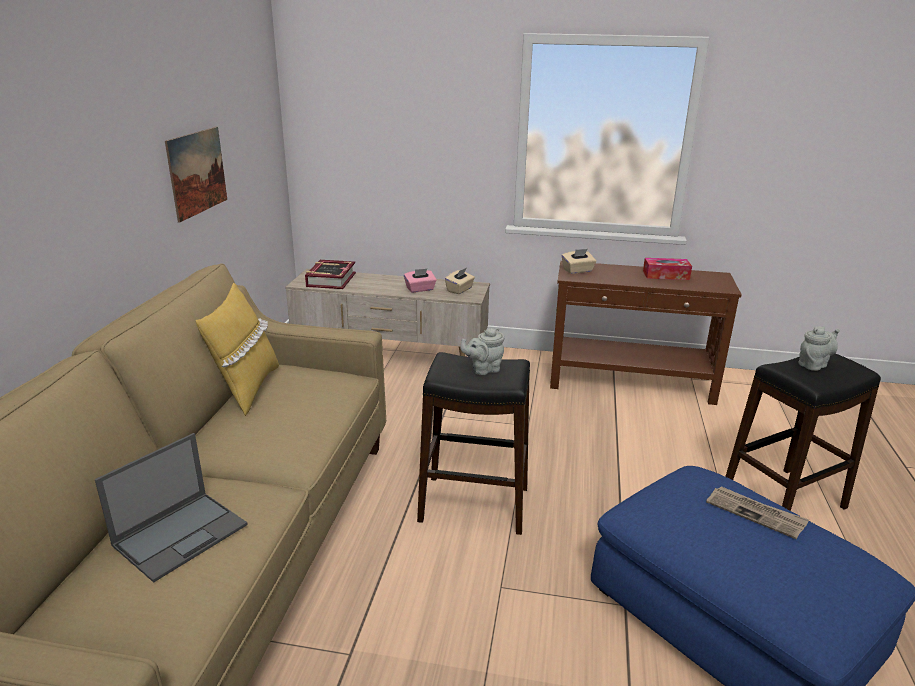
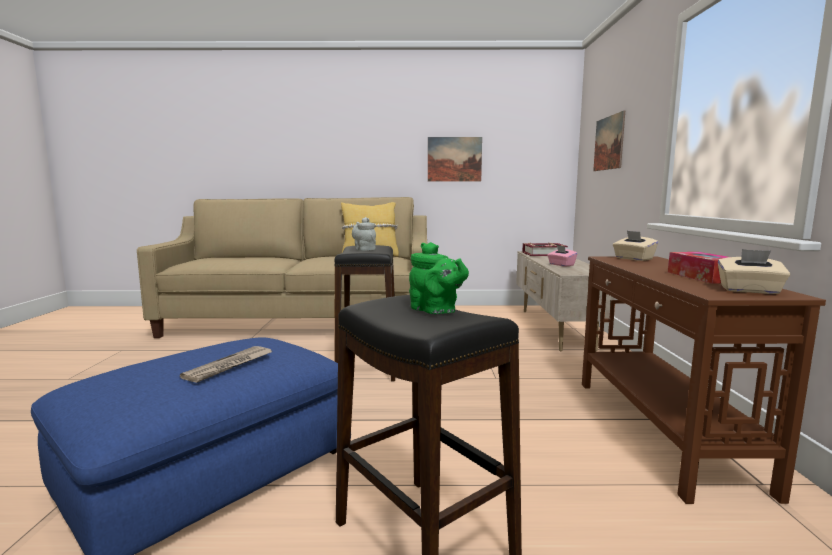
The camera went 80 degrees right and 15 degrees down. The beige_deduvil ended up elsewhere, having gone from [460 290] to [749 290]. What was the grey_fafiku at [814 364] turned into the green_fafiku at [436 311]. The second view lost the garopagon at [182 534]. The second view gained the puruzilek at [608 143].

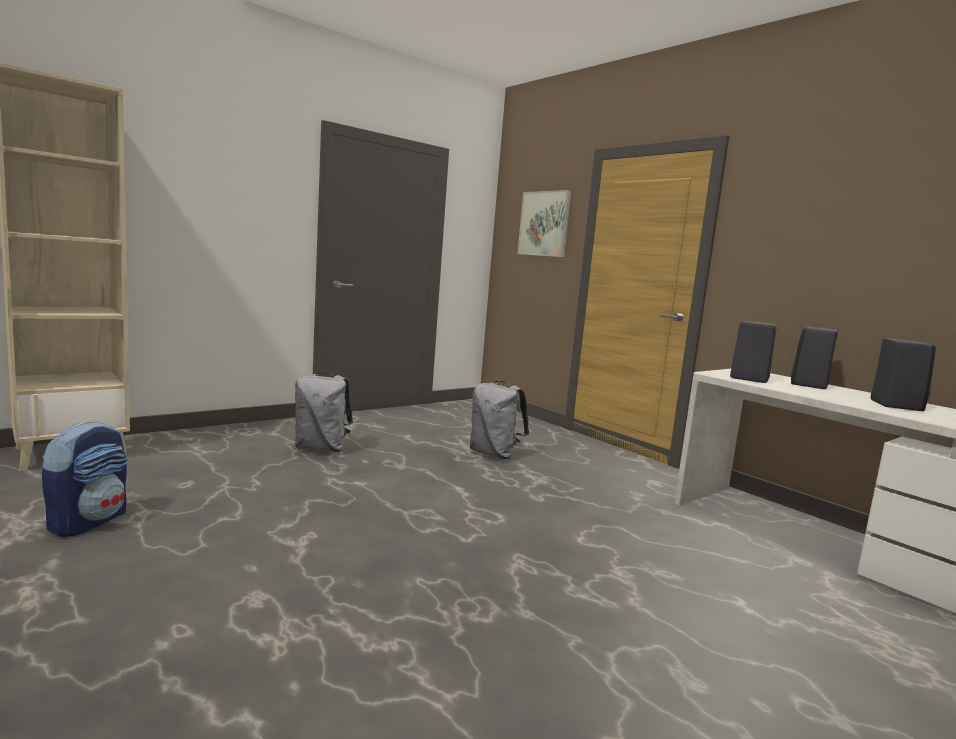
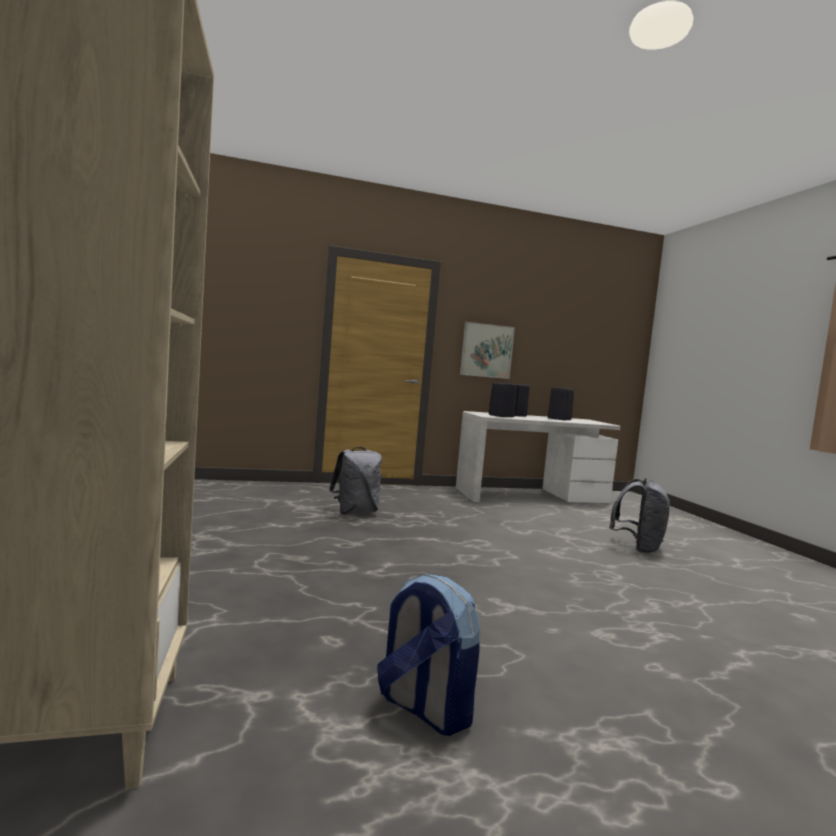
The camera went 65 degrees left and 5 degrees down. The puruzilek ended up elsewhere, having gone from [544 223] to [487 350]. The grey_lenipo ended up elsewhere, having gone from [321 449] to [638 547].

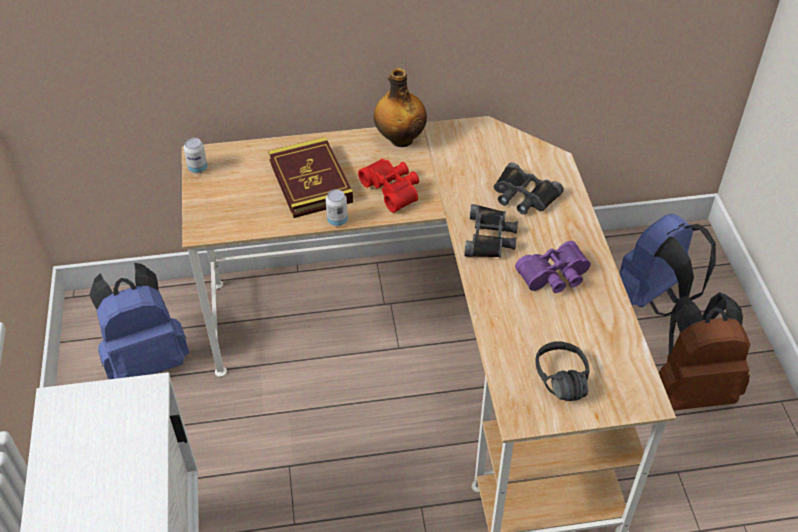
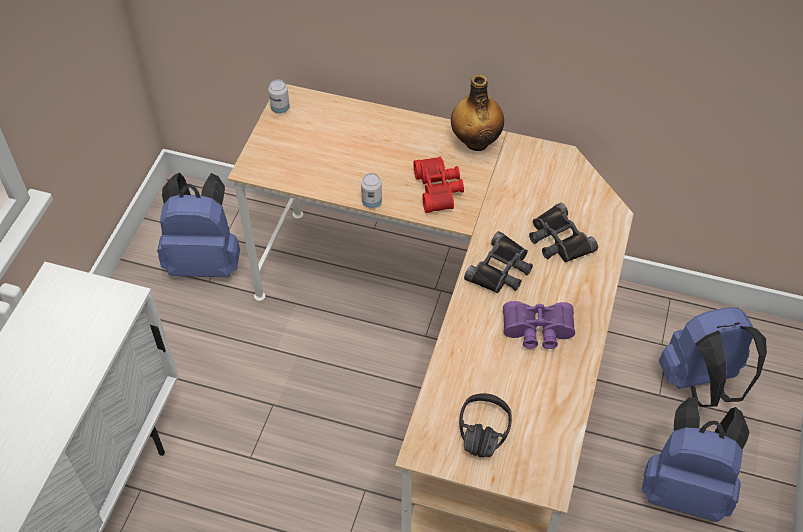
The camera went 25 degrees right and 5 degrees up. The second view lost the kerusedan at [310 181]. What was the brown_lenipo at [691 388] turned into the blue_lenipo at [685 488].

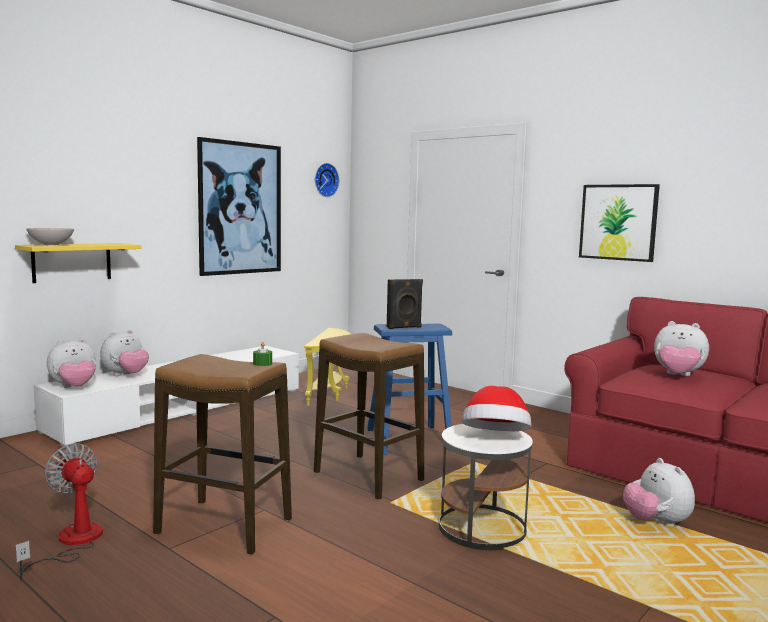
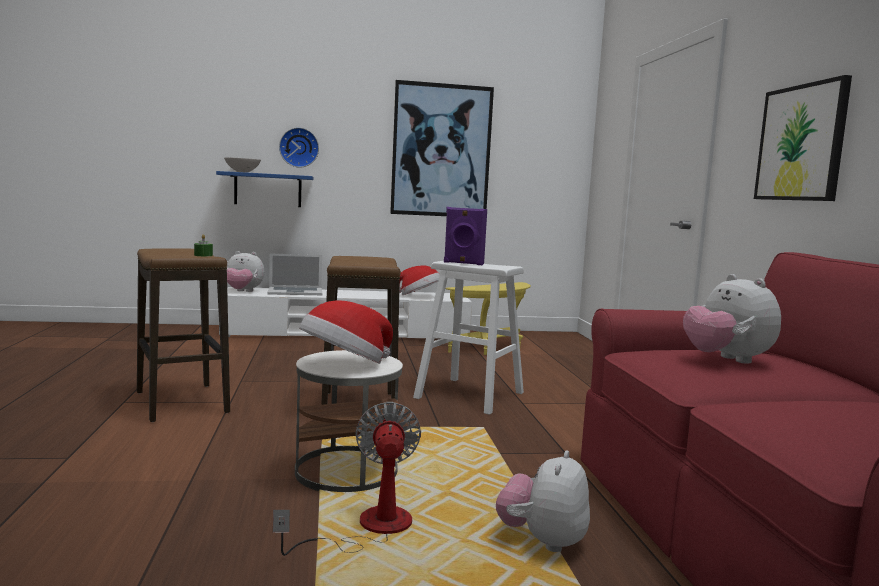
The camera went 40 degrees right and 0 degrees up. The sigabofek ended up elsewhere, having gone from [325 180] to [299 147]. What was the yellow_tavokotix at [72 262] turned into the blue_tavokotix at [268 190]. What was the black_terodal at [404 327] turned into the purple_terodal at [463 263]. What was the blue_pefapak at [409 439] turned into the white_pefapak at [470 395]. Where the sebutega stood at [125 375], the garopagon came to stand at [295 291]. The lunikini ended up elsewhere, having gone from [71 543] to [369 529]. The second view gained the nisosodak at [418 296].

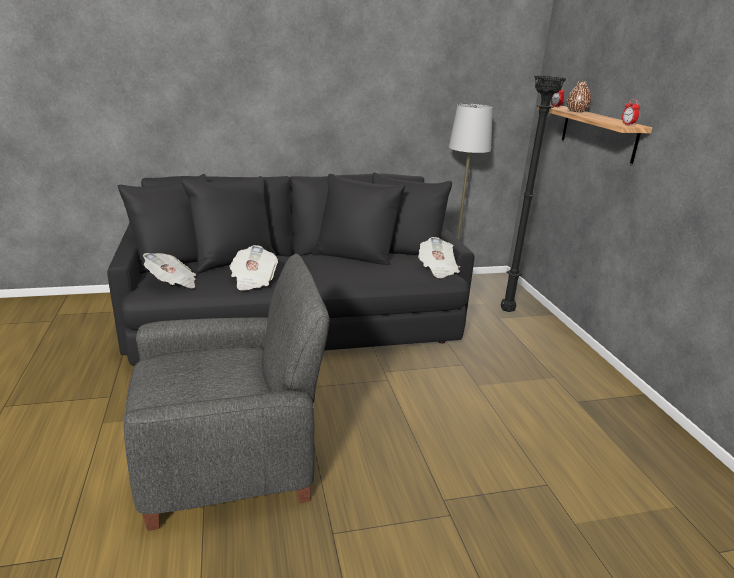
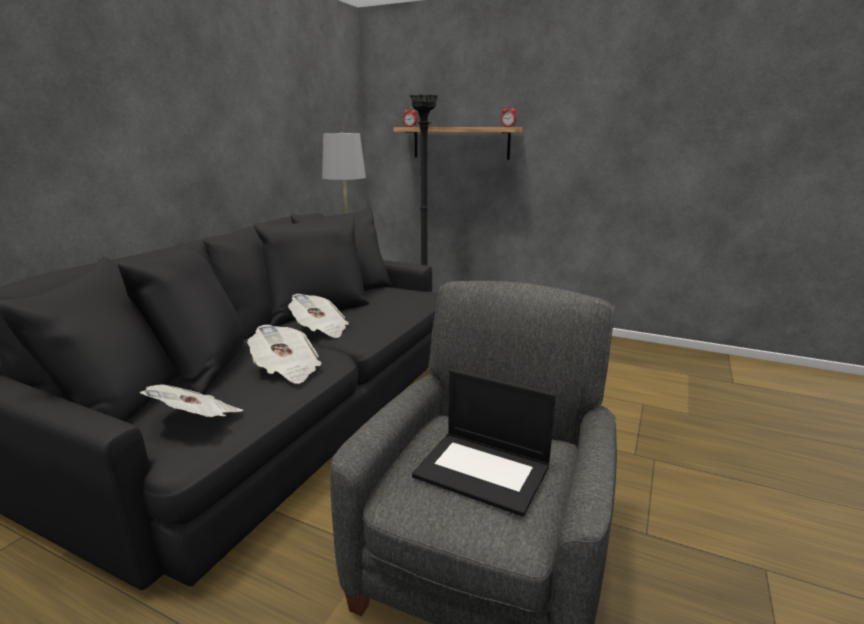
The camera went 50 degrees left and 5 degrees down. The second view lost the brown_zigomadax at [576 111]. The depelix ended up elsewhere, having gone from [438 269] to [320 330]. The second view gained the garopagon at [484 471].

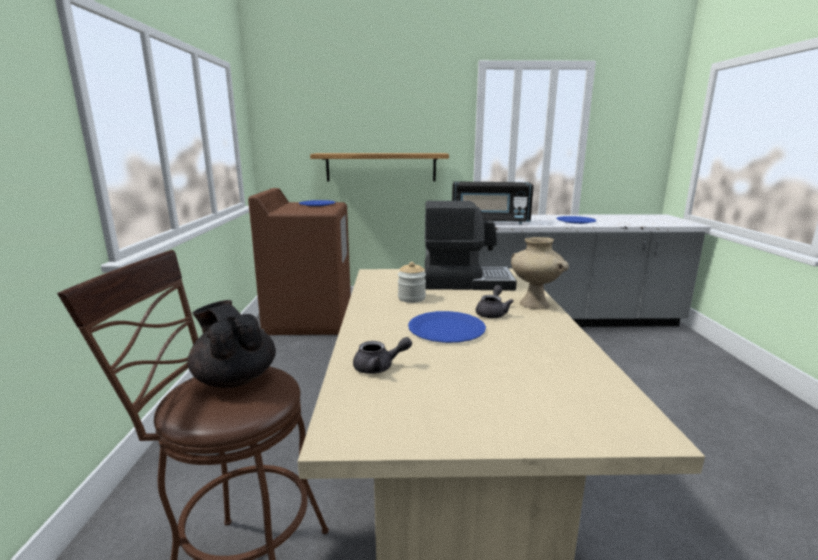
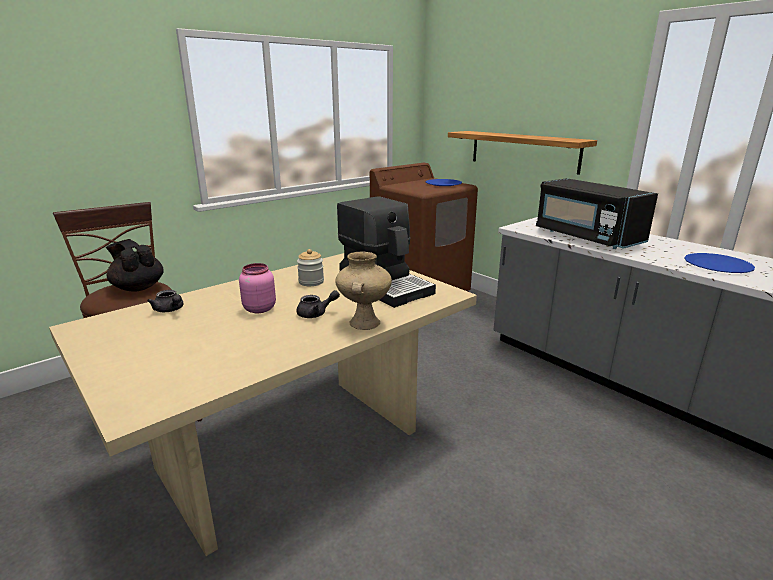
The camera went 50 degrees right and 5 degrees up. The black_fafiku at [235 378] ended up facing another way, 60 degrees counterclockwise from before. Where the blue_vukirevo stood at [446 329], the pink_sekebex came to stand at [258 309].

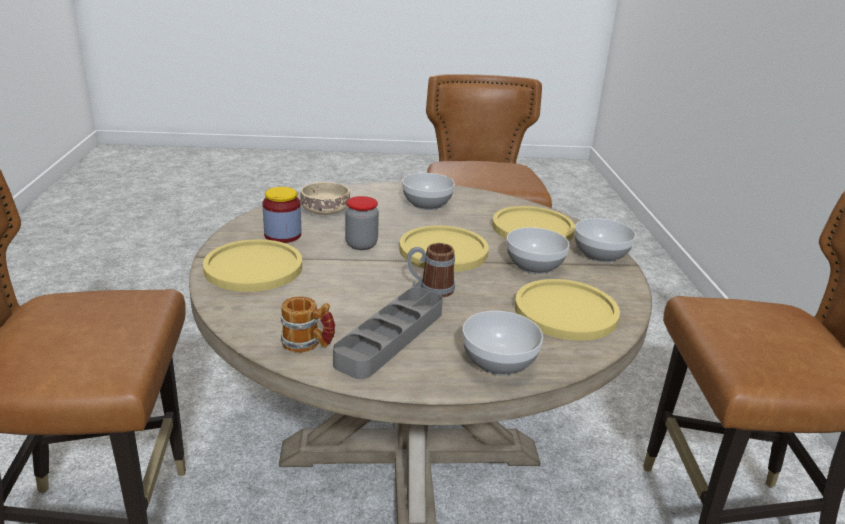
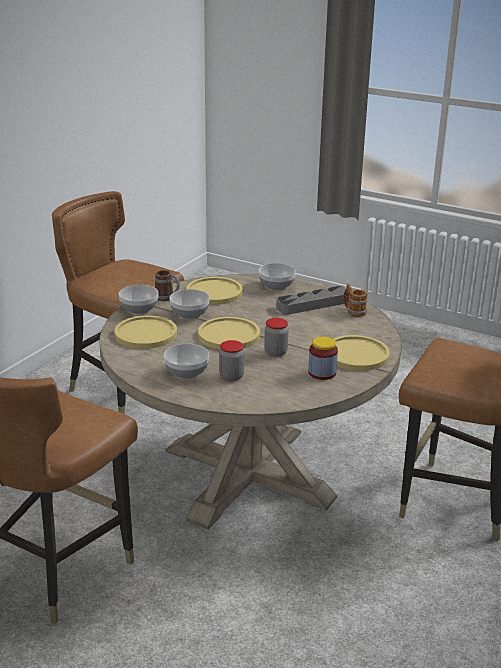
The camera went 145 degrees left and 0 degrees up. The second view lost the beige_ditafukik at [325 210]. The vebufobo ended up elsewhere, having gone from [430 289] to [167 298]. The second view gained the sekebex at [231 376].

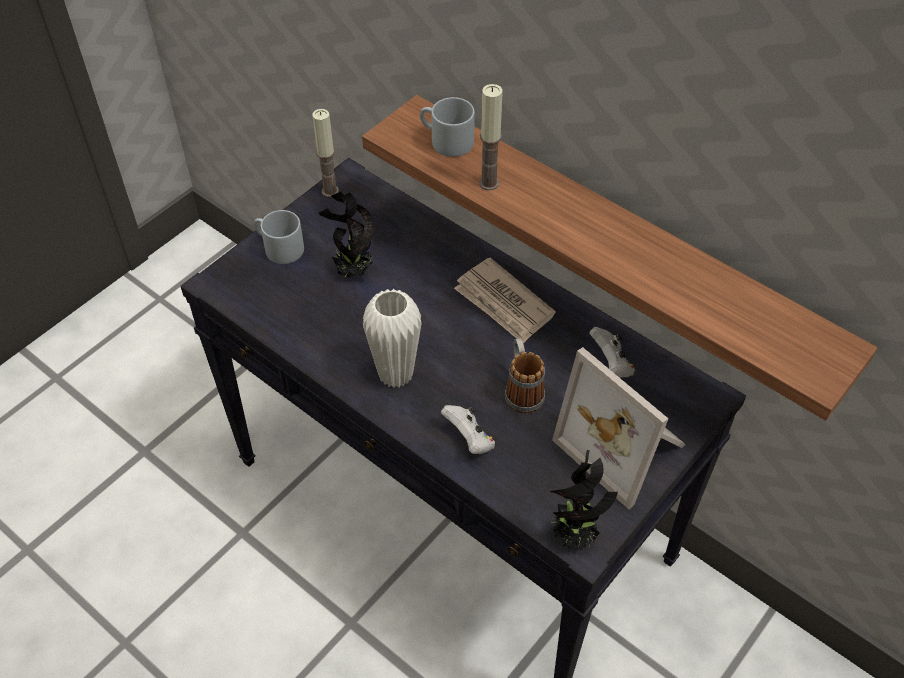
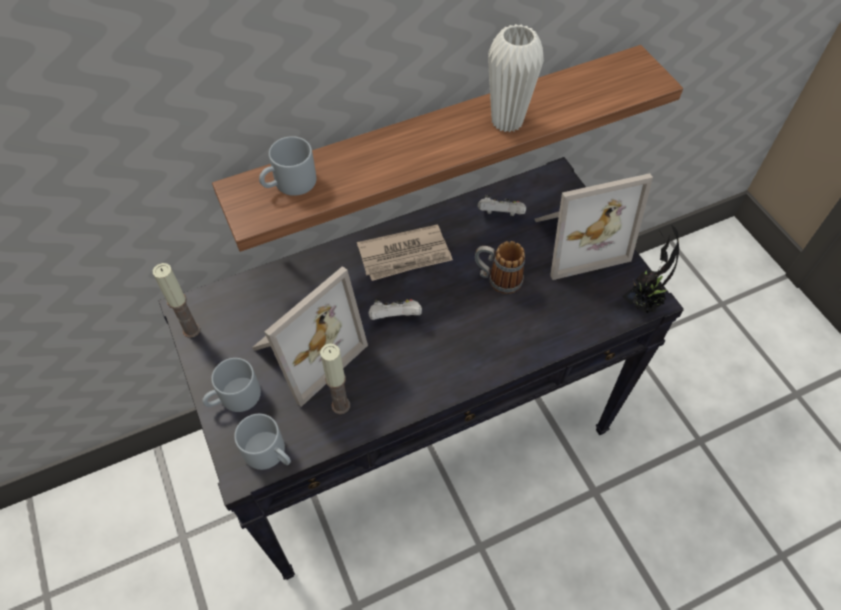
The camera went 65 degrees left and 5 degrees up. The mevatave ended up elsewhere, having gone from [489 183] to [341 405]. Where the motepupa stood at [352 272], the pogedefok came to stand at [304 349]. The white_zigomadax ended up elsewhere, having gone from [395 374] to [507 121]. The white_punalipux ended up elsewhere, having gone from [469 439] to [395 317]. The second view gained the grey_vebufobo at [270 453].

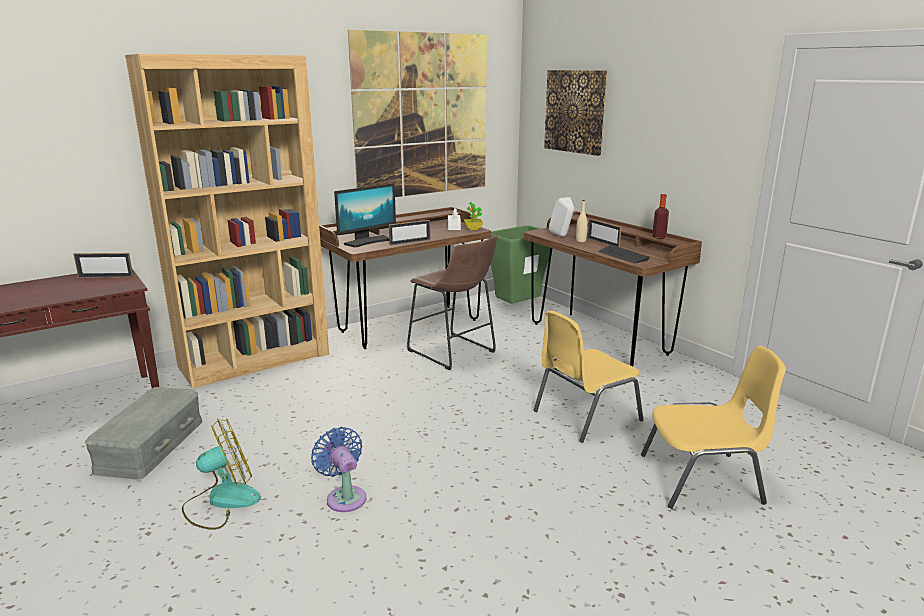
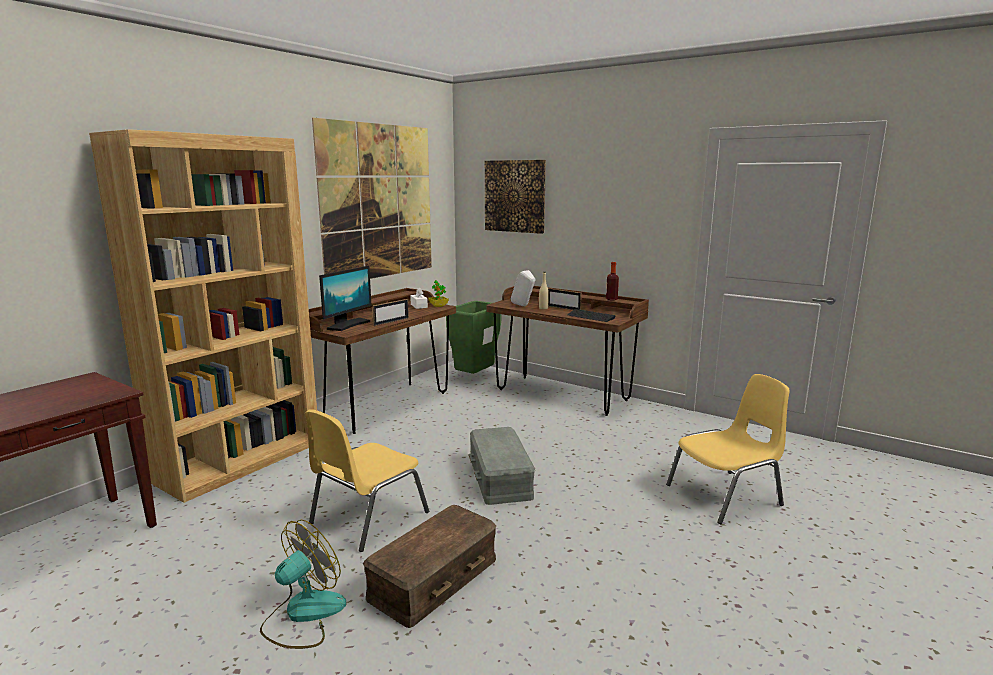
The camera went 20 degrees left and 5 degrees down. The second view lost the brown_pefapak at [454 353]. The second view lost the pogedefok at [106 277]. The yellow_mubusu ended up elsewhere, having gone from [584 416] to [367 518]. The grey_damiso ended up elsewhere, having gone from [150 445] to [499 477]. Where the blue_lunikini stood at [344 497], the brown_damiso came to stand at [434 579].

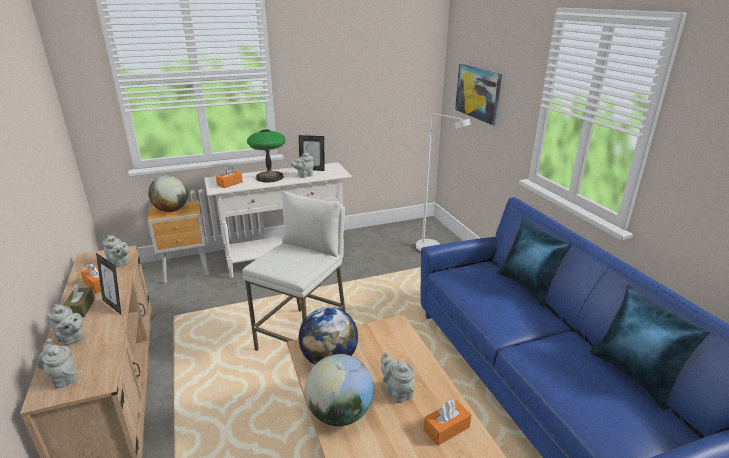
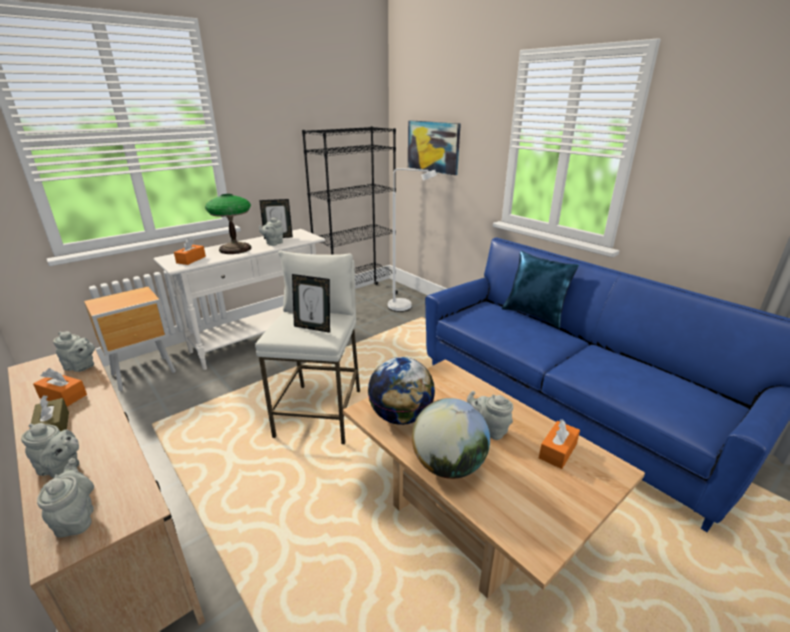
The camera went 20 degrees left and 0 degrees up. The second view lost the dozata at [172 210]. The pogedefok ended up elsewhere, having gone from [115 305] to [313 328]. The second view lost the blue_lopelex at [634 375]. The grey_fafiku at [63 377] ended up facing another way, 45 degrees clockwise from before. The second view gained the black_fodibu at [357 298].

